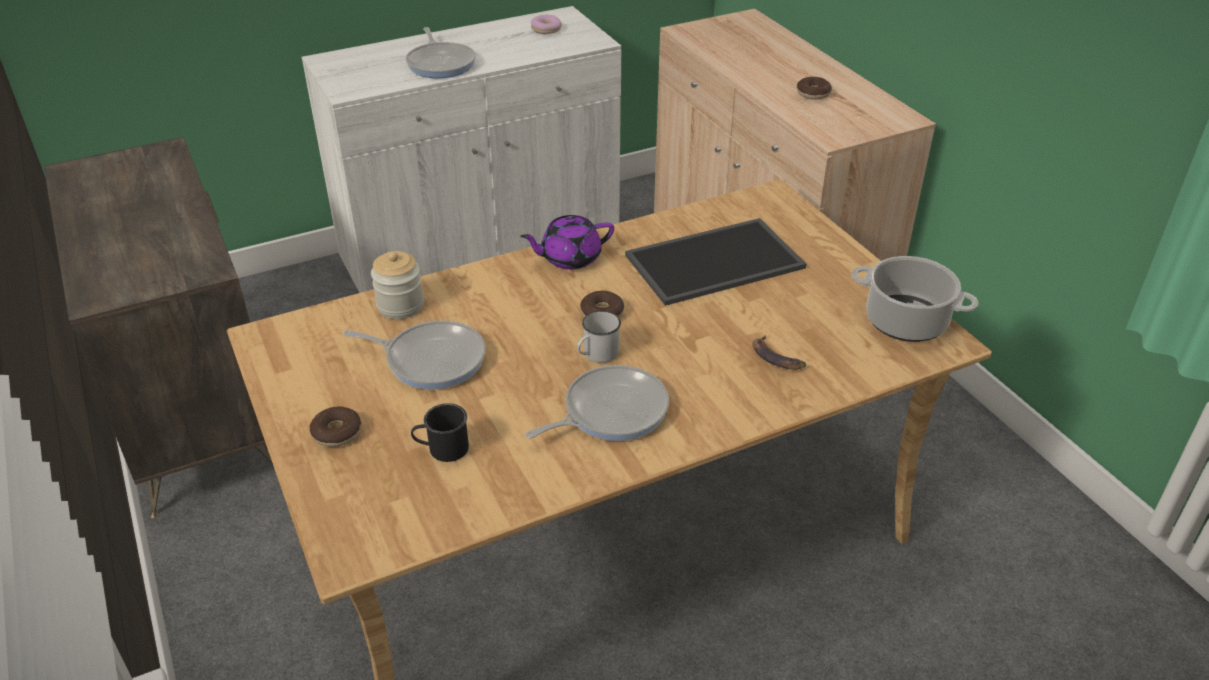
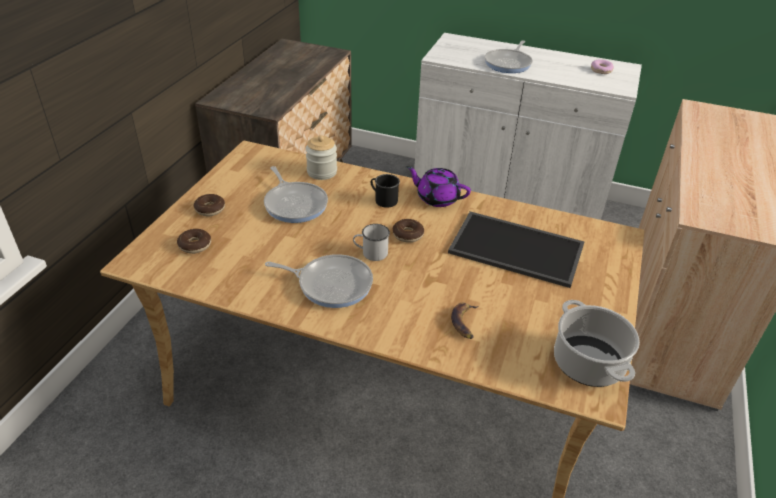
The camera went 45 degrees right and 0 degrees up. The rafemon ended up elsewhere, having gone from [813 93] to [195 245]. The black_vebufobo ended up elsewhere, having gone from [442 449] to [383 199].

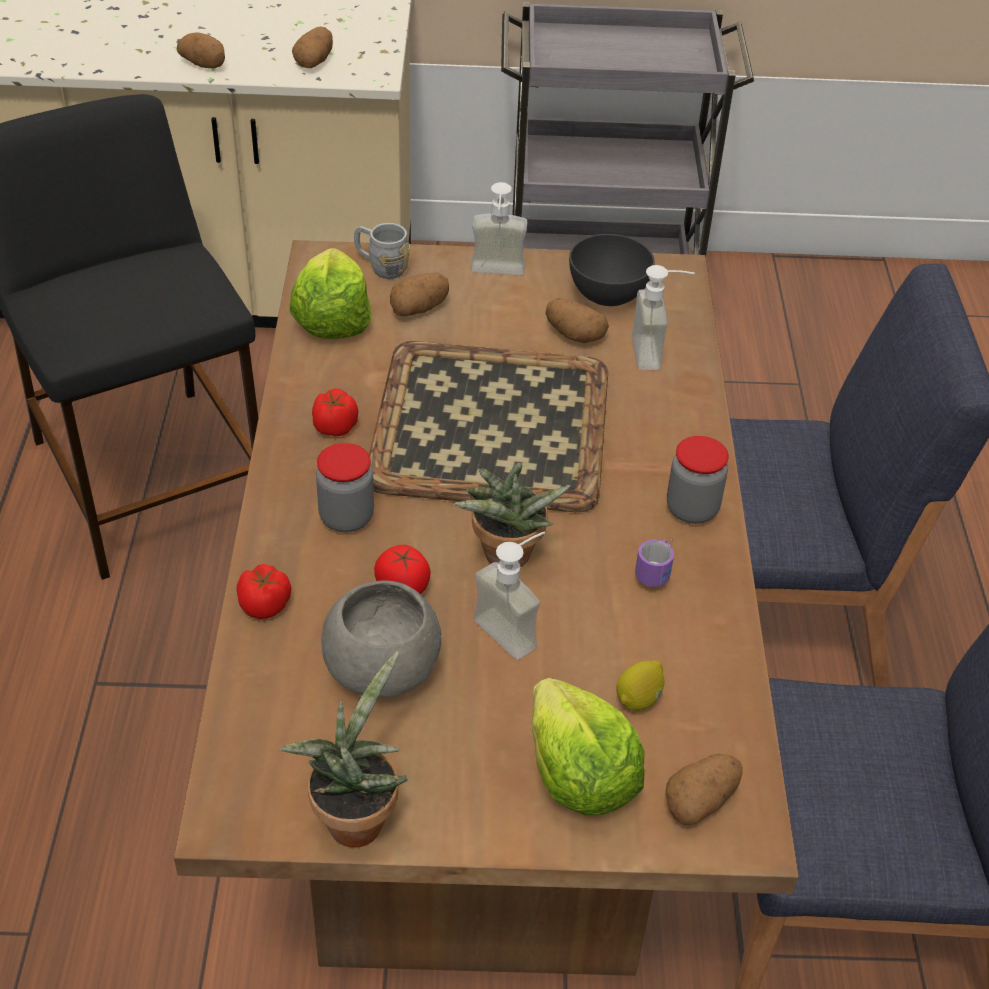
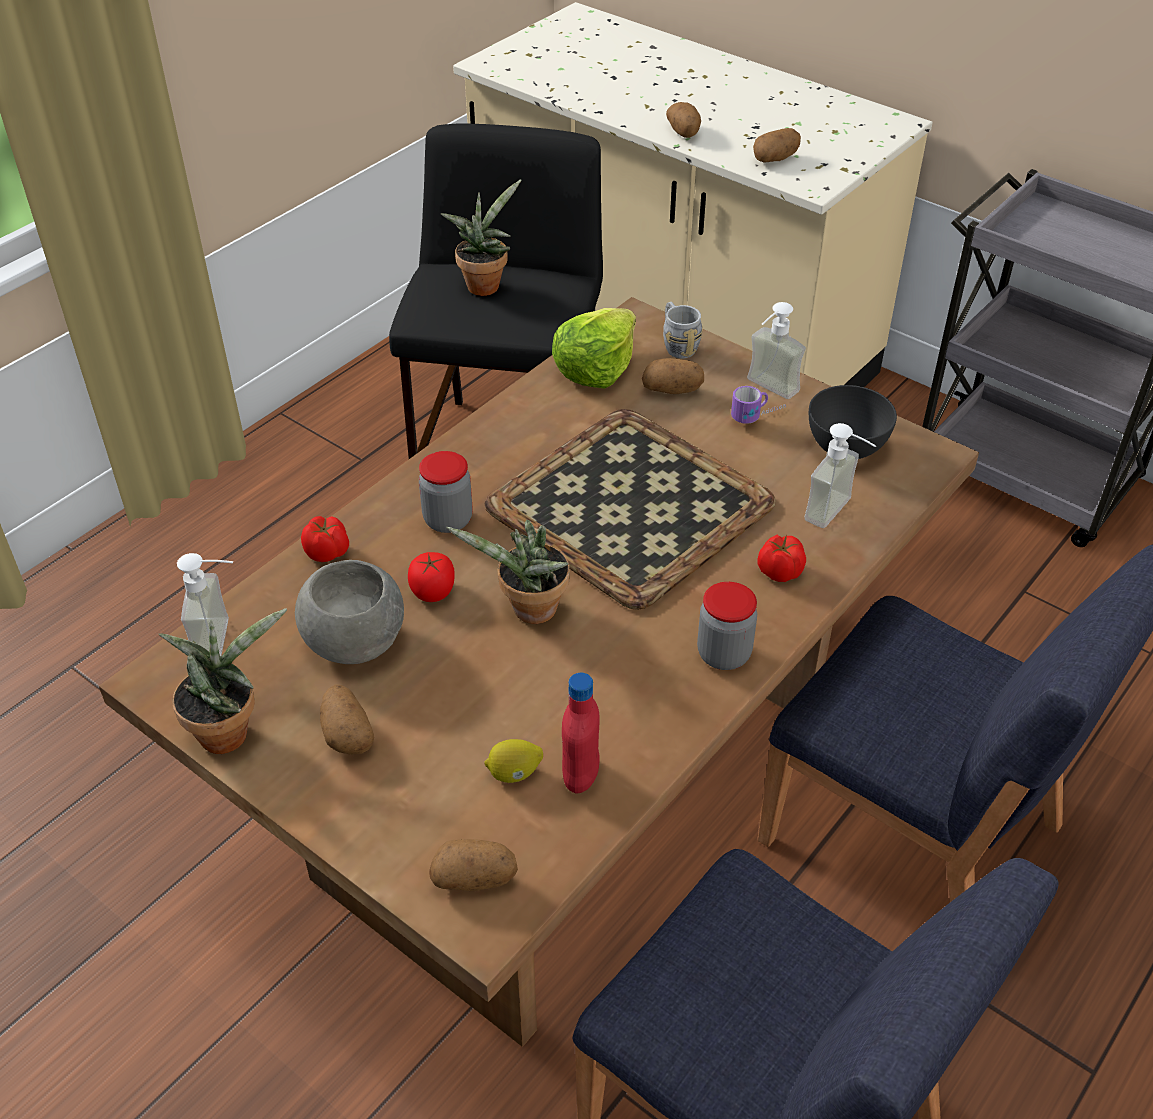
The camera went 40 degrees right and 0 degrees up. The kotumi ended up elsewhere, having gone from [573 335] to [347 733]. The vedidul ended up elsewhere, having gone from [334 427] to [779 571]. The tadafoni ended up elsewhere, having gone from [515 627] to [225 641]. The vebufobo ended up elsewhere, having gone from [659 568] to [759 417]. The second view lost the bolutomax at [579 774]. The second view gained the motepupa at [484 284]. The second view gained the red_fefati at [580 775].

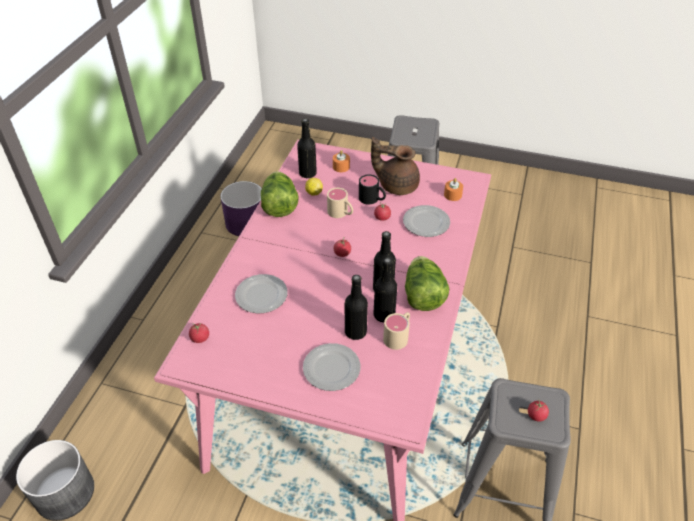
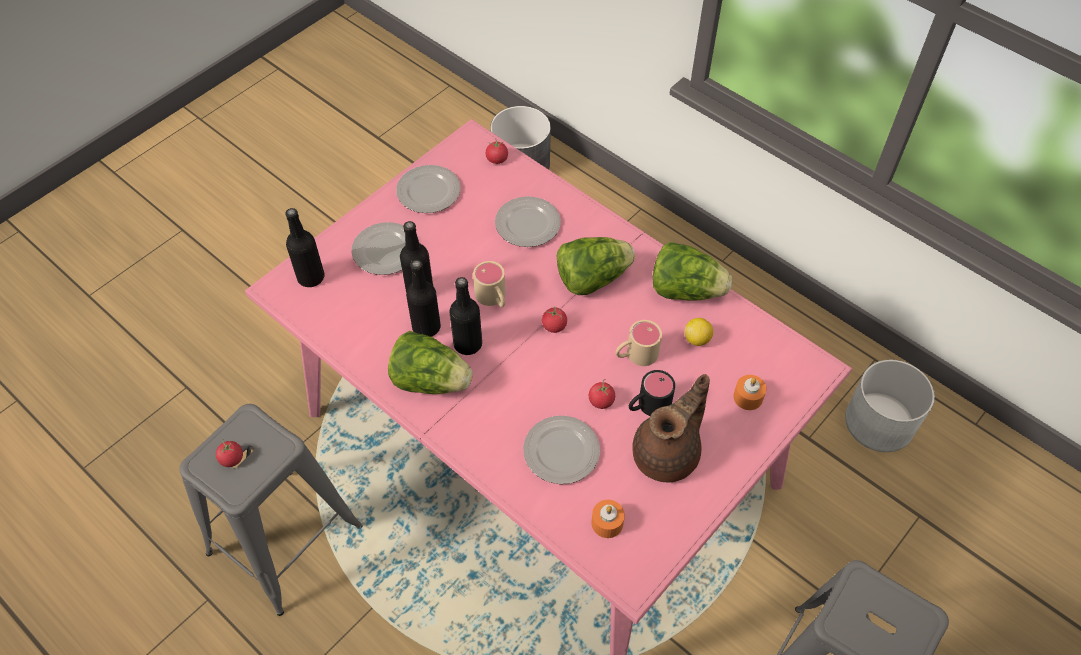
The camera went 115 degrees right and 10 degrees up. The black_fefati ended up elsewhere, having gone from [307 173] to [311 277]. What was the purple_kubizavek at [246 223] turned into the white_kubizavek at [879 423]. The beige_vebufobo ended up elsewhere, having gone from [398 335] to [493 298]. The second view gained the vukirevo at [429 192]. The second view gained the bolutomax at [592 278].

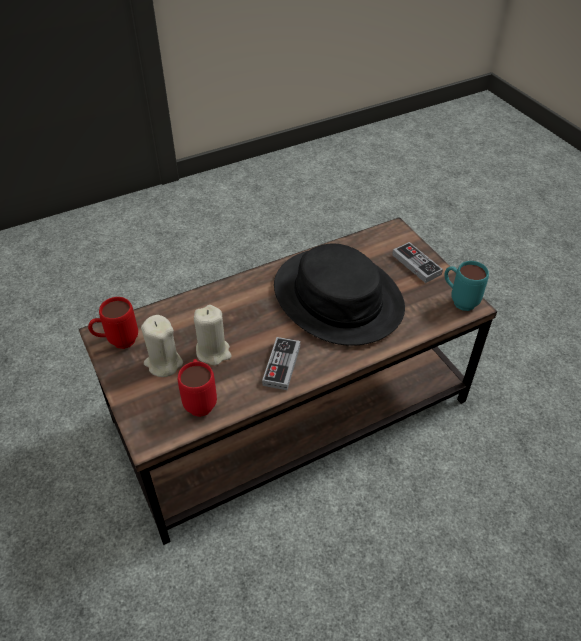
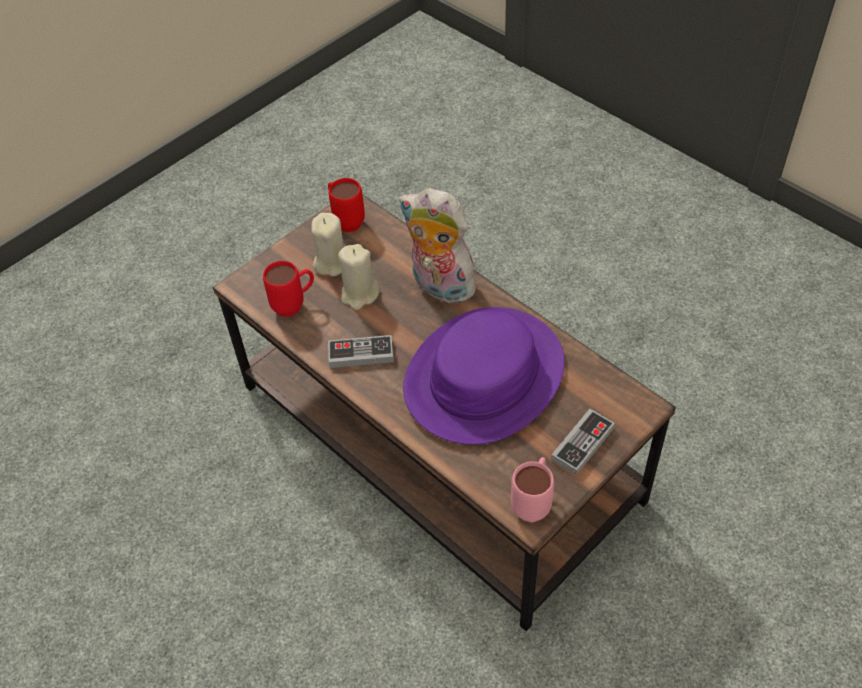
The camera went 75 degrees right and 5 degrees up. What was the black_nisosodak at [338 297] turned into the purple_nisosodak at [484 377]. What was the turquoise_vebufobo at [458 300] turned into the pink_vebufobo at [533 502]. The second view gained the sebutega at [439 287].

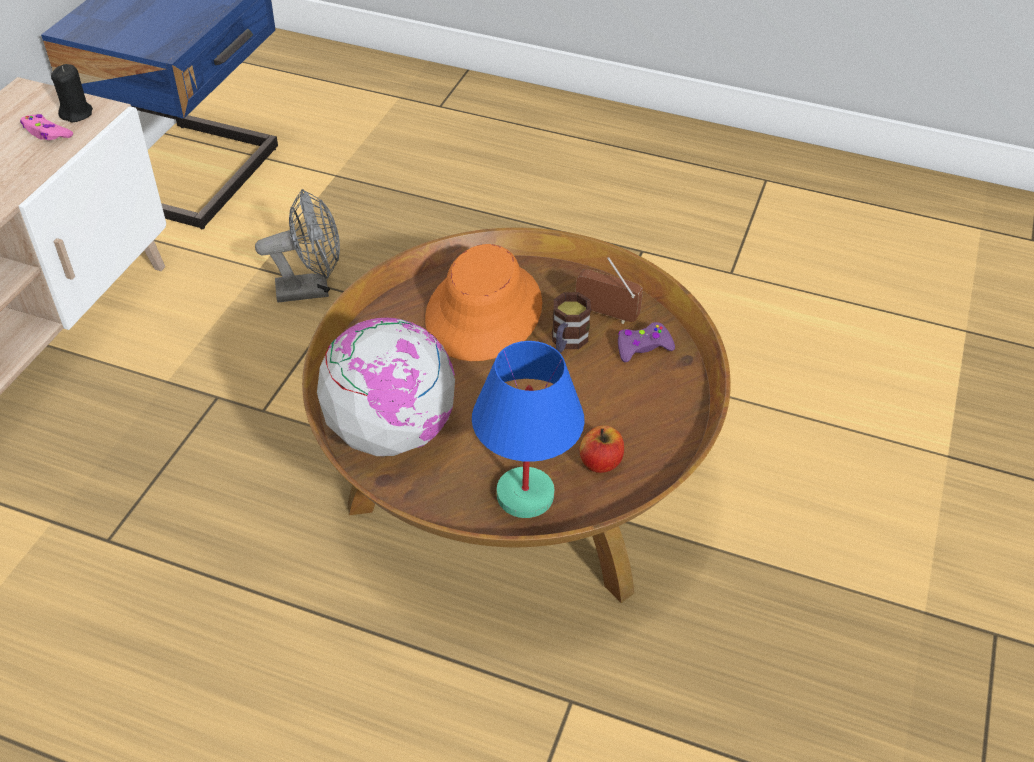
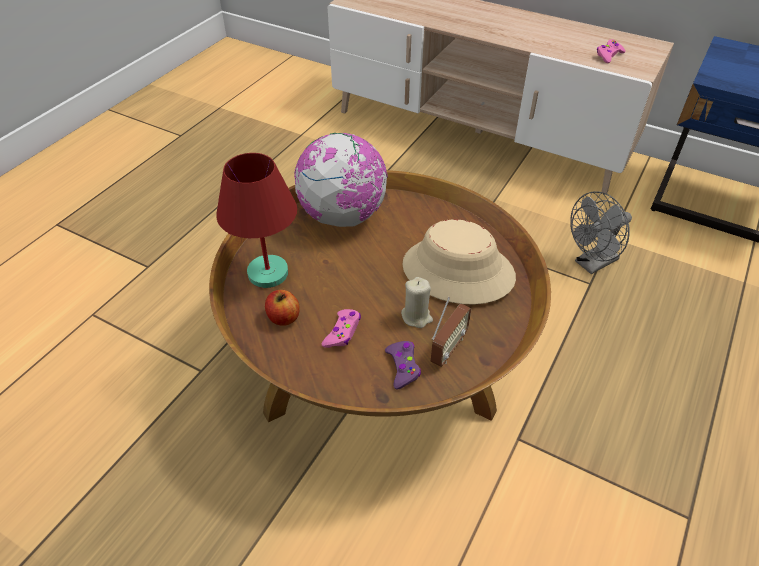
The camera went 100 degrees right and 0 degrees up. The second view lost the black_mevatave at [77 113]. The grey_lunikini at [311 289] ended up facing another way, 60 degrees clockwise from before. What was the orange_nisosodak at [484 312] turned into the beige_nisosodak at [457 271]. Where the vebufobo stood at [567 342], the beige_mevatave came to stand at [416 317]. What was the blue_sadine at [526 495] turned into the red_sadine at [267 274]. The second view gained the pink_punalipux at [342 332].

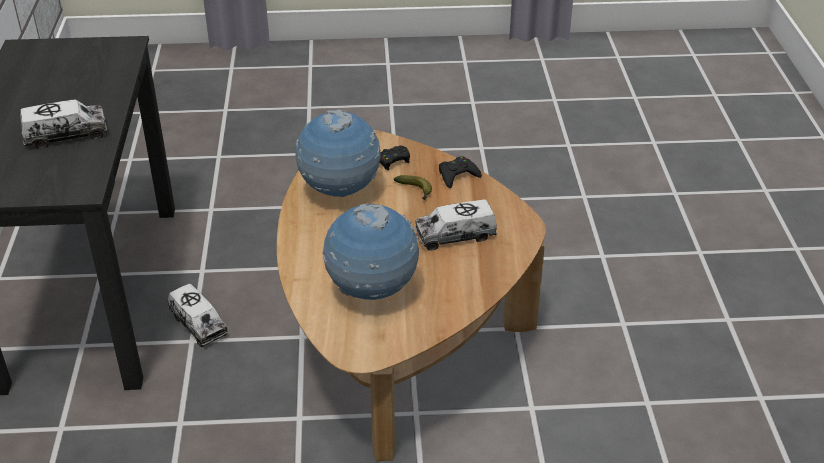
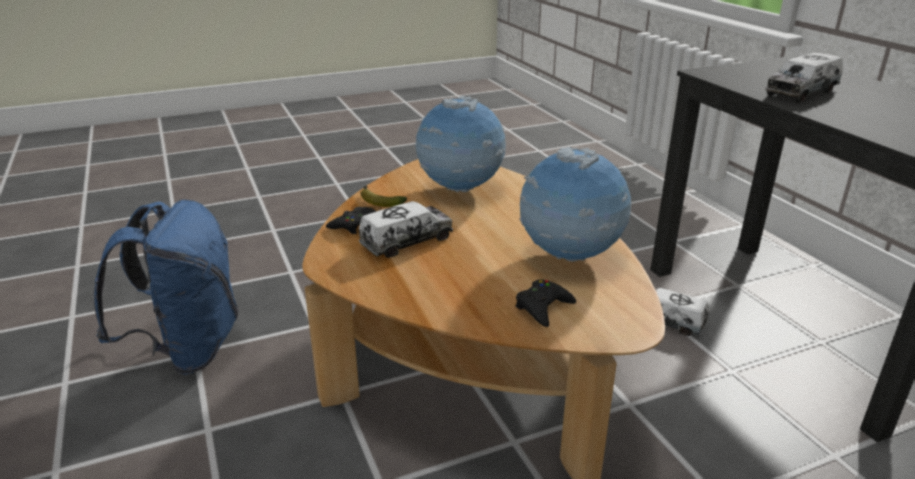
The camera went 160 degrees right and 10 degrees down. The black_punalipux ended up elsewhere, having gone from [457 175] to [354 225]. The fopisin ended up elsewhere, having gone from [416 191] to [379 201]. The second view gained the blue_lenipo at [188 349].

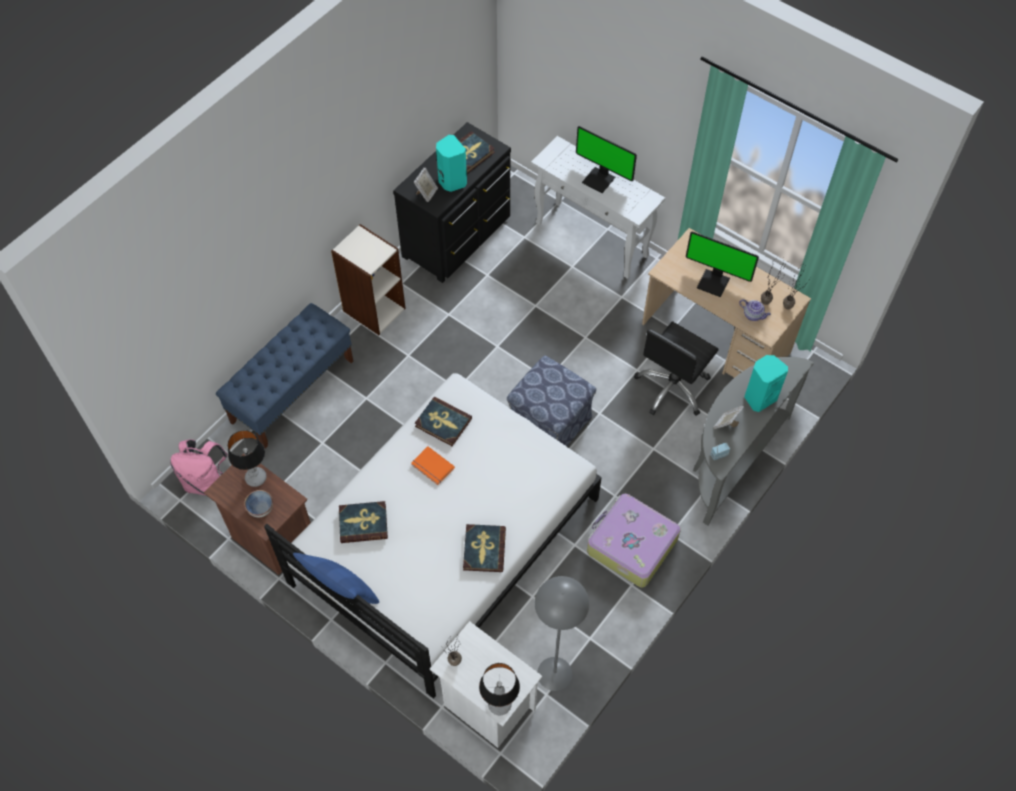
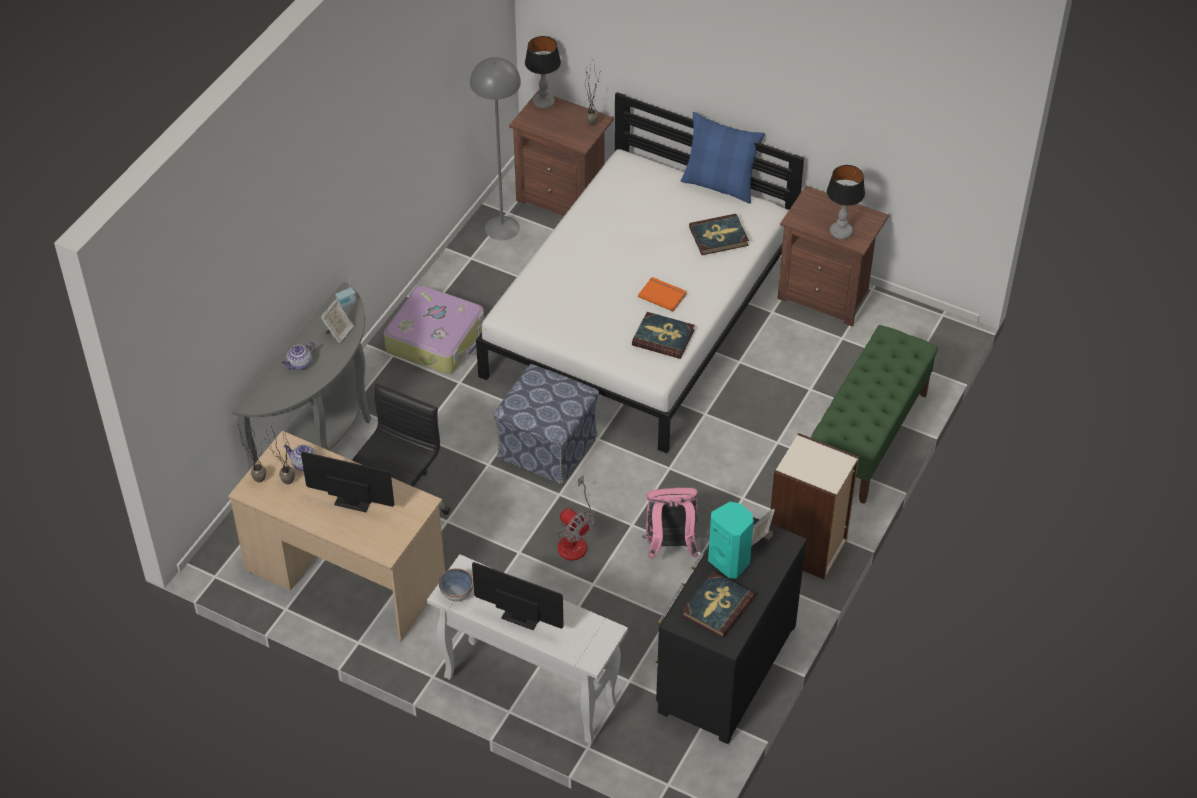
The camera went 170 degrees right and 10 degrees down. What was the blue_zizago at [293 391] turned into the green_zizago at [869 438]. Where the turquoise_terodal stood at [759 397], the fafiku came to stand at [299 364]. The pink_lenipo ended up elsewhere, having gone from [206 482] to [670 547]. The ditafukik ended up elsewhere, having gone from [260 508] to [457 593]. The second view lost the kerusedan at [484 549]. What was the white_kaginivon at [486 705] turned into the brown_kaginivon at [563 197]. The second view gained the lunikini at [574 539].

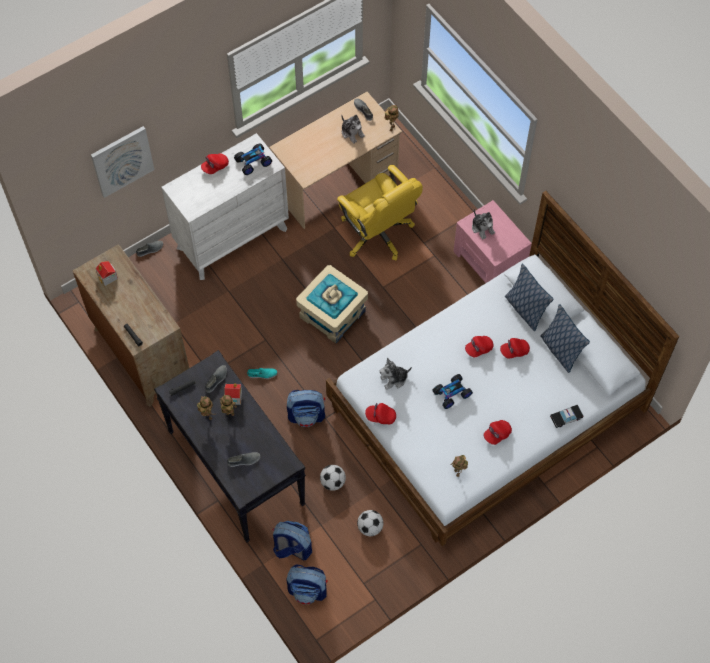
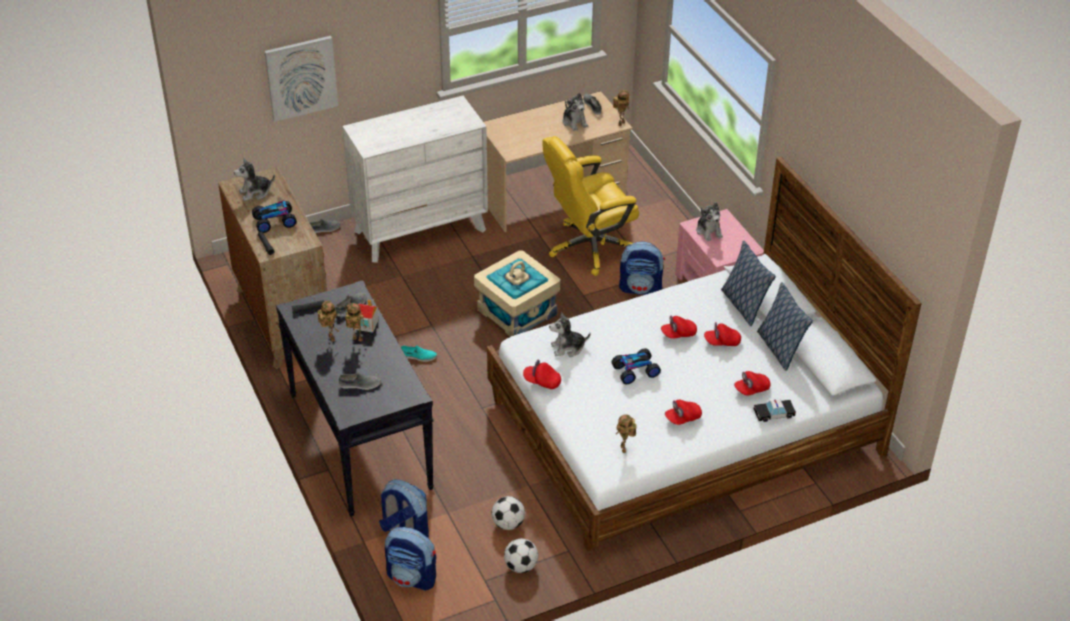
The camera went 10 degrees right and 20 degrees down. The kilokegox ended up elsewhere, having gone from [253 162] to [274 221]. The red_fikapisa ended up elsewhere, having gone from [215 167] to [751 389]. The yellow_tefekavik at [378 234] ended up facing another way, 90 degrees clockwise from before. Where the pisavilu stood at [108 277], the sebutega came to stand at [255 192]. The lenipo ended up elsewhere, having gone from [307 415] to [641 288]. The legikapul ended up elsewhere, having gone from [333 482] to [521 566].

